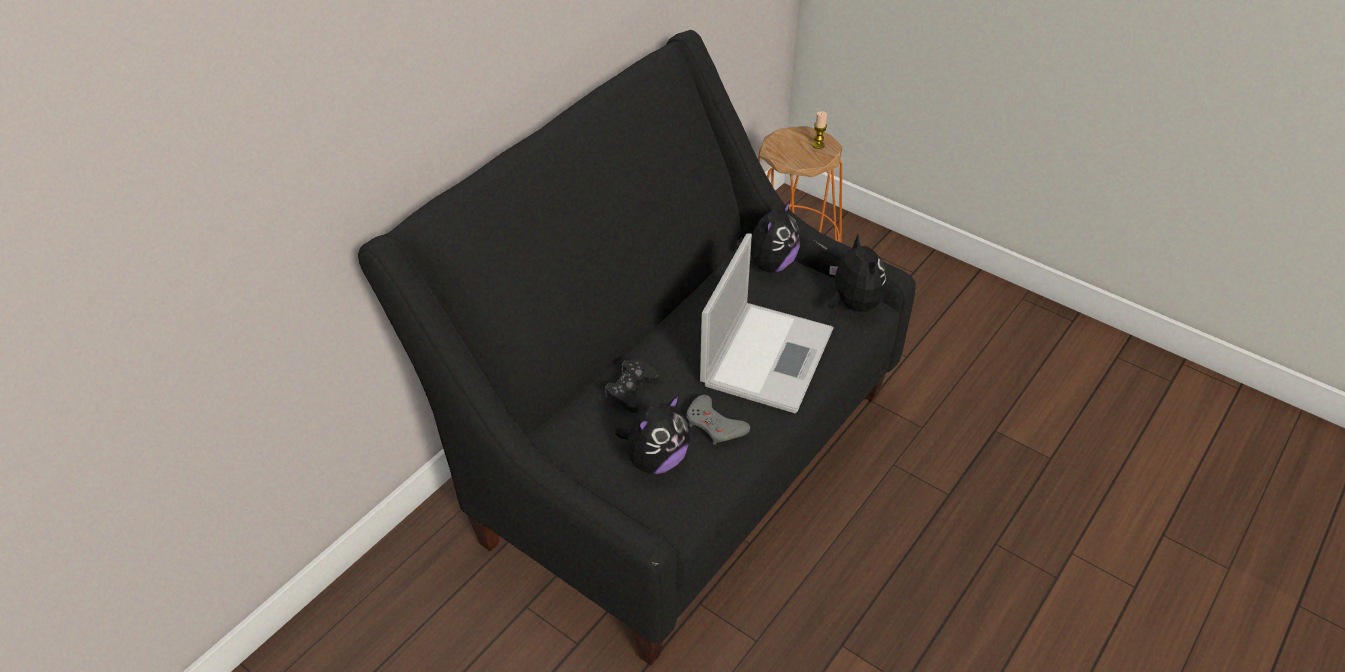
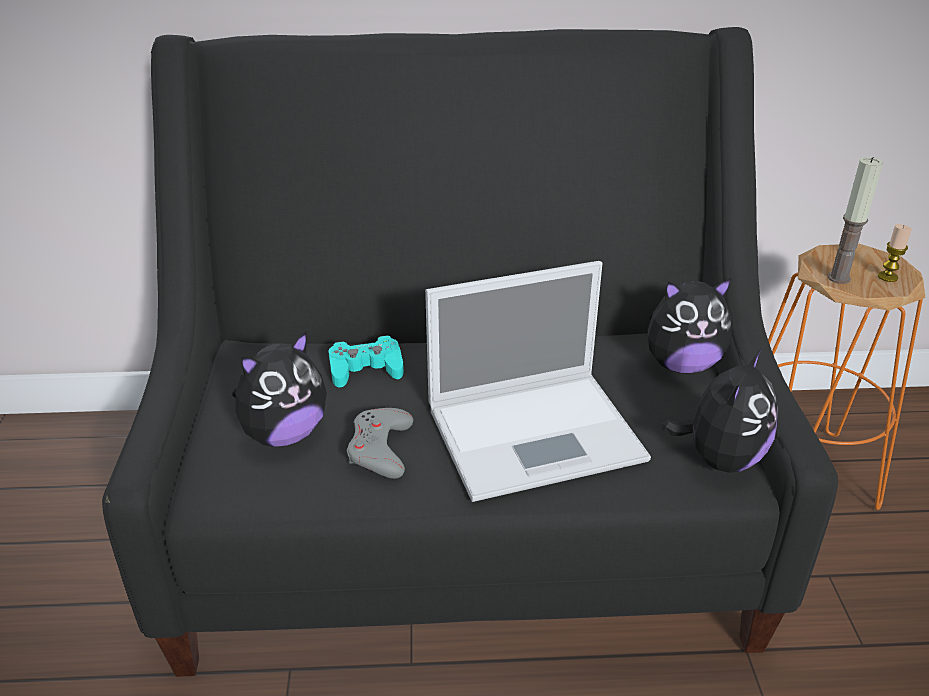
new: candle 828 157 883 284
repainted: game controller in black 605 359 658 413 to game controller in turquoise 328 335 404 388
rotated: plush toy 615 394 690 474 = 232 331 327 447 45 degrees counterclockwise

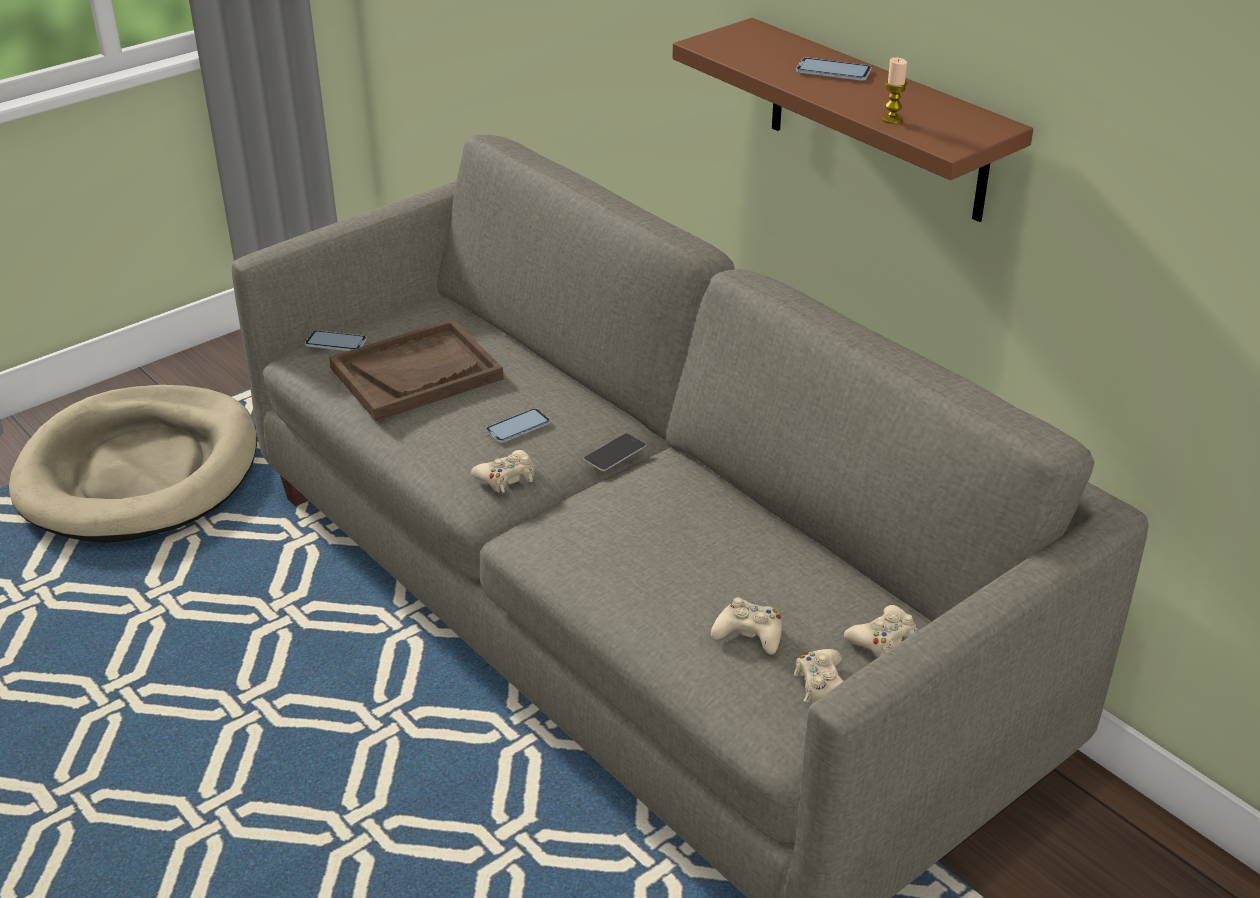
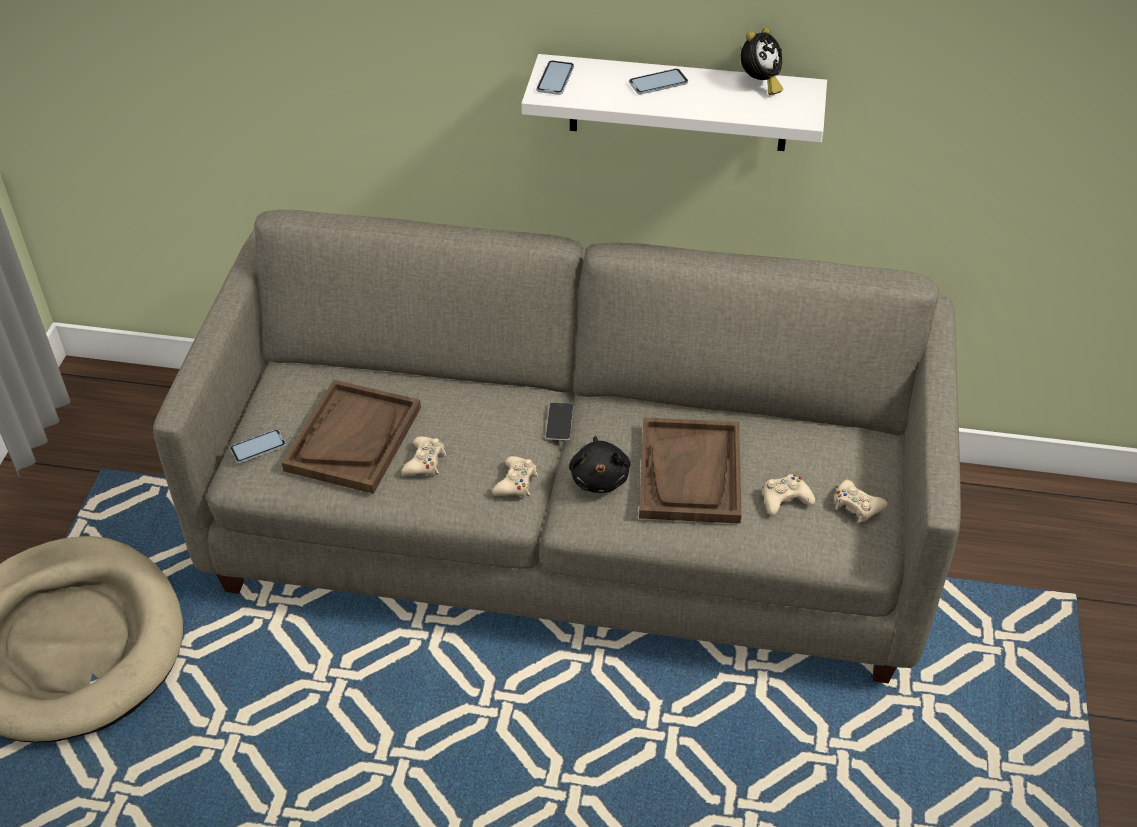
gone: candle 882 57 907 124
new: plush toy in black 569 436 630 493; tray in brown 639 417 741 524; alarm clock 741 28 783 95
shifted: phone 486 408 550 443 to 536 60 574 95; game controller in beige 844 605 917 657 to 402 437 446 476
repainted: shelf in brown 672 18 1033 222 to shelf in white 522 54 827 151

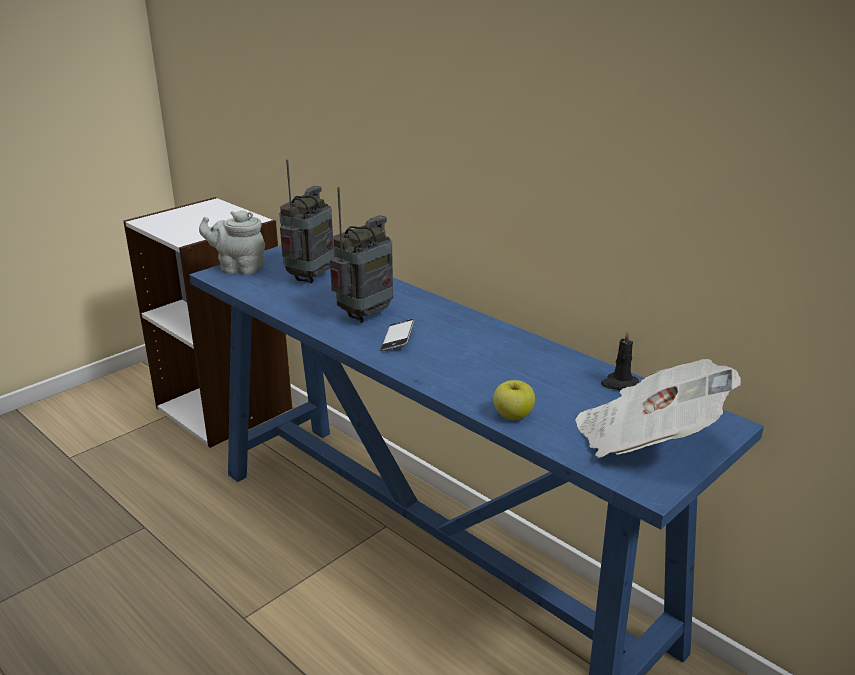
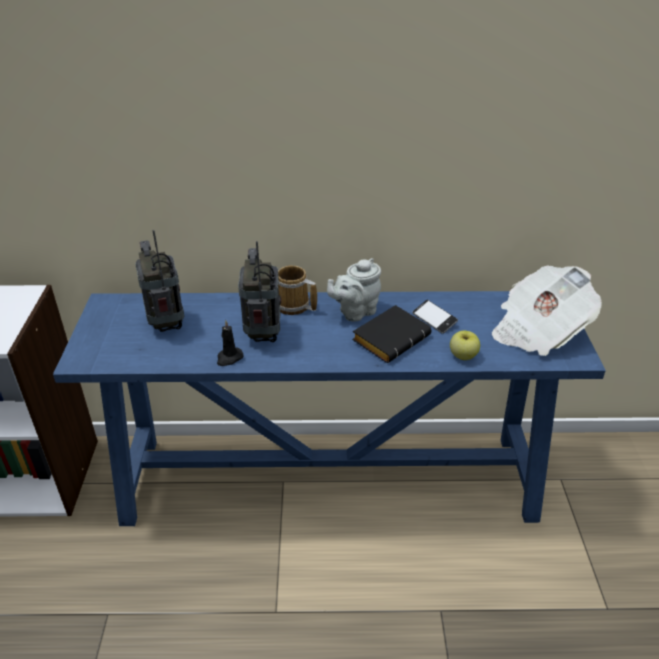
new: mug 278 265 317 315; book in black 352 305 431 363
shifted: teapot in grey 199 210 265 275 to 327 258 381 322; phone 380 319 415 351 to 413 300 458 334; candle in black 601 330 639 390 to 217 320 244 366

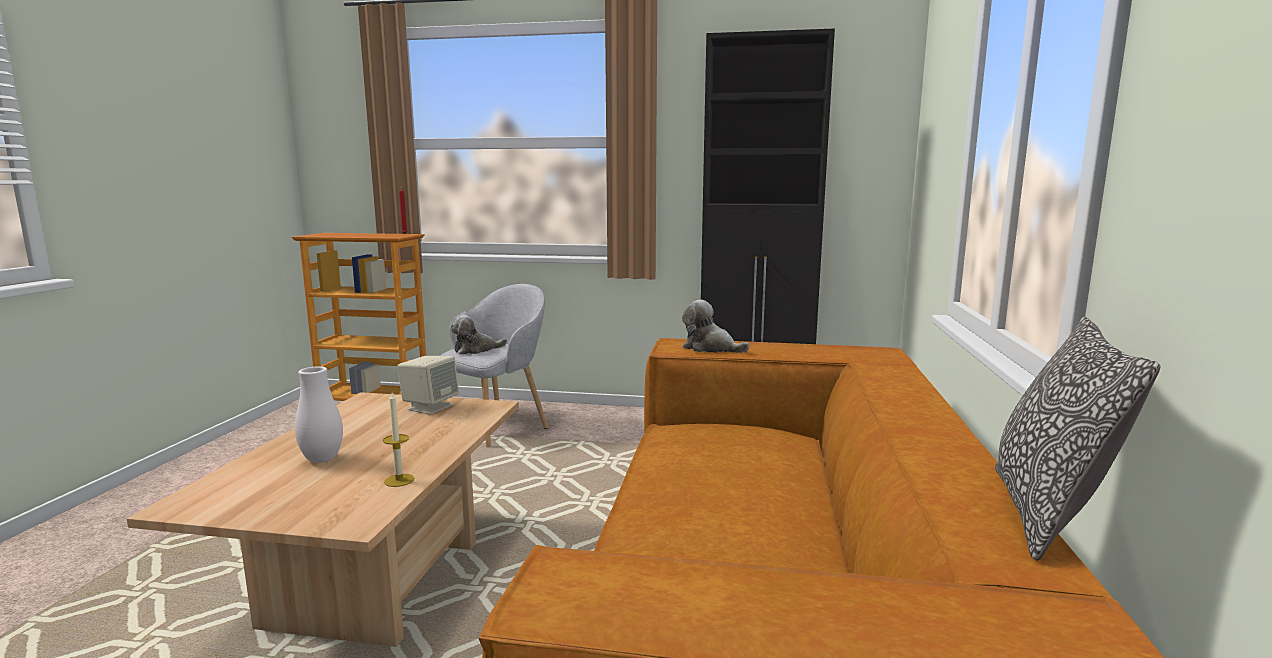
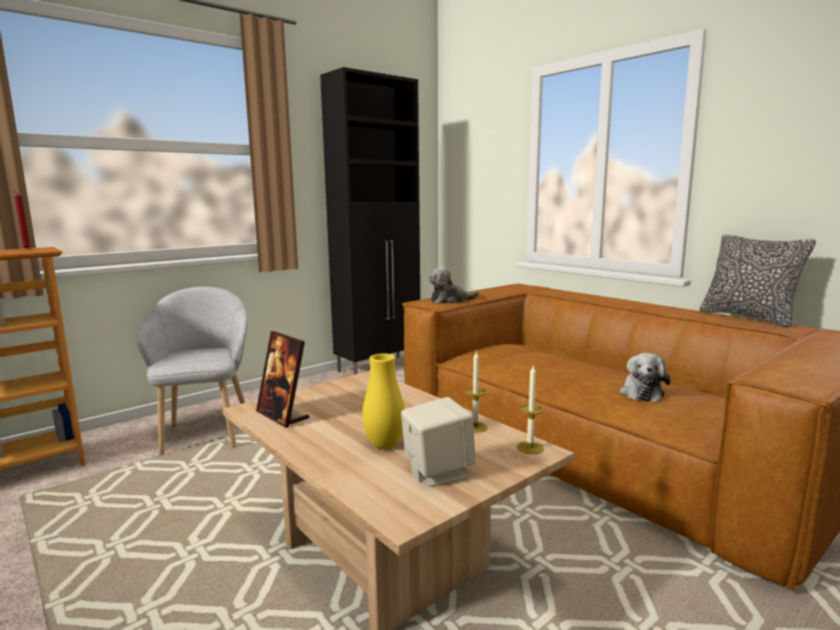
new: picture frame 256 331 309 427; candle 517 364 544 454
shifted: speaker in beige 397 356 459 415 to 401 397 476 487; plush toy 450 315 507 355 to 620 353 670 402
repainted: vase in white 295 366 343 463 to vase in yellow 362 353 405 449

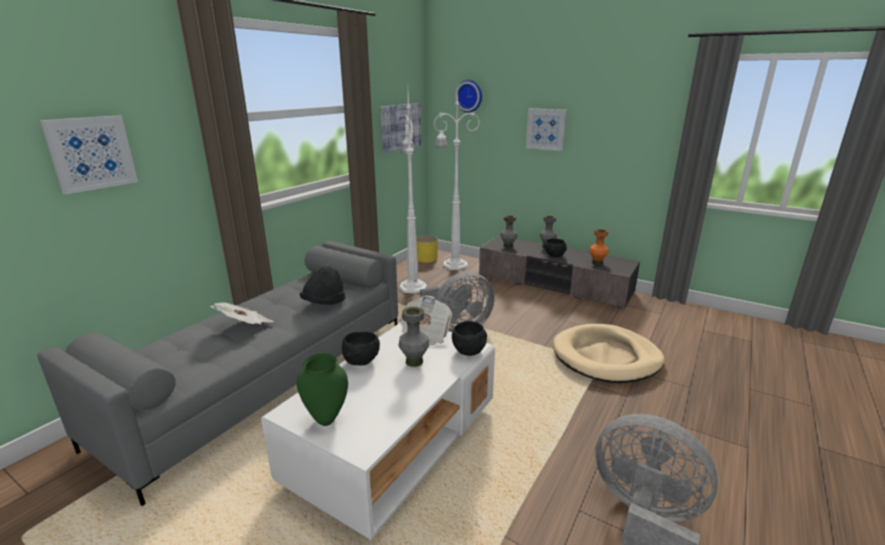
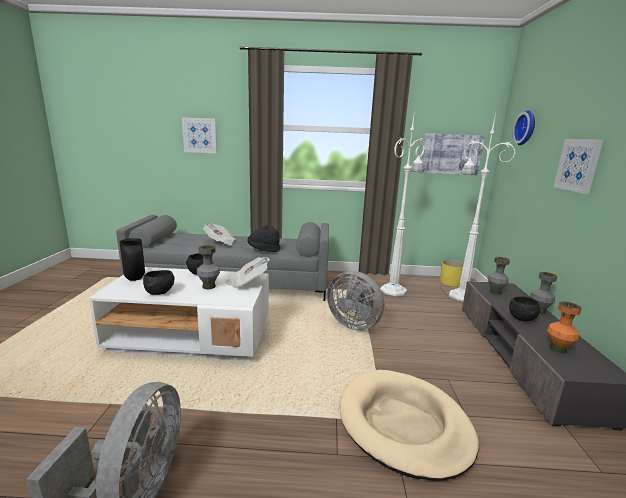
shifted: bowl in black 452 321 487 356 to 143 270 174 295
repainted: vase in green 297 353 348 426 to vase in black 119 238 145 281

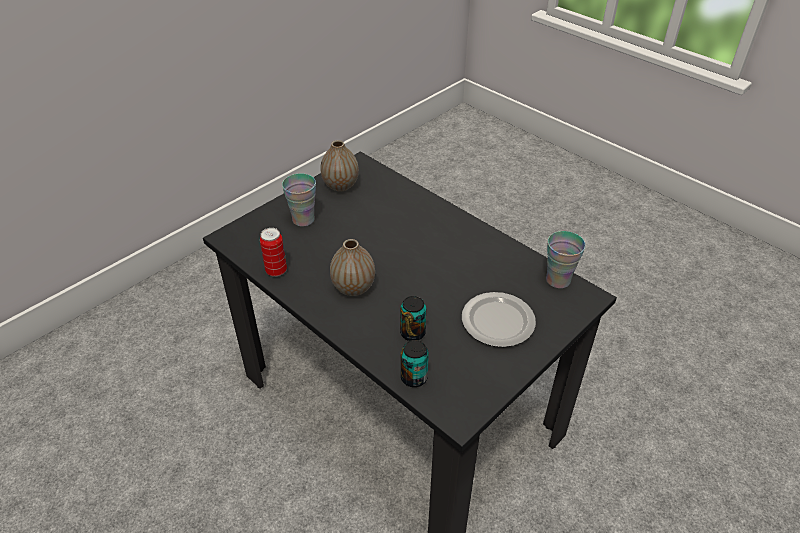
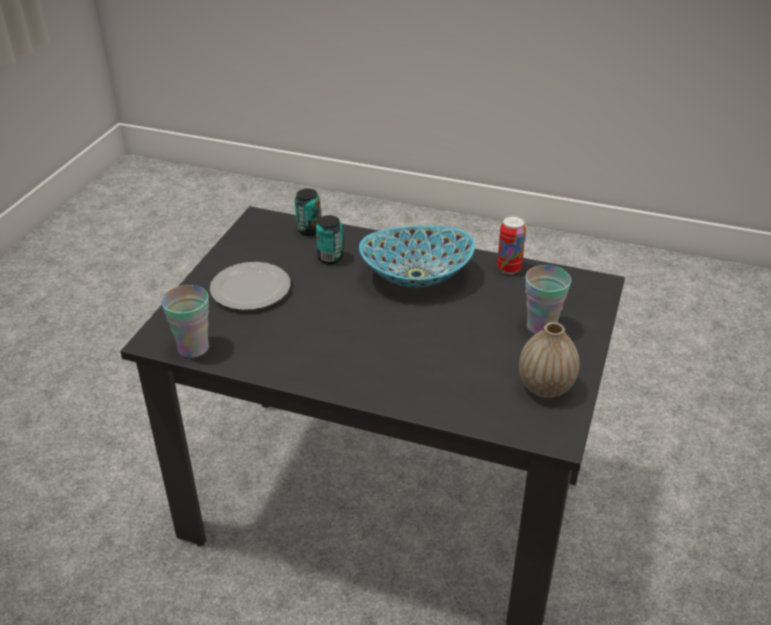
swapped: vase 330 239 375 296 to bowl 359 226 475 287

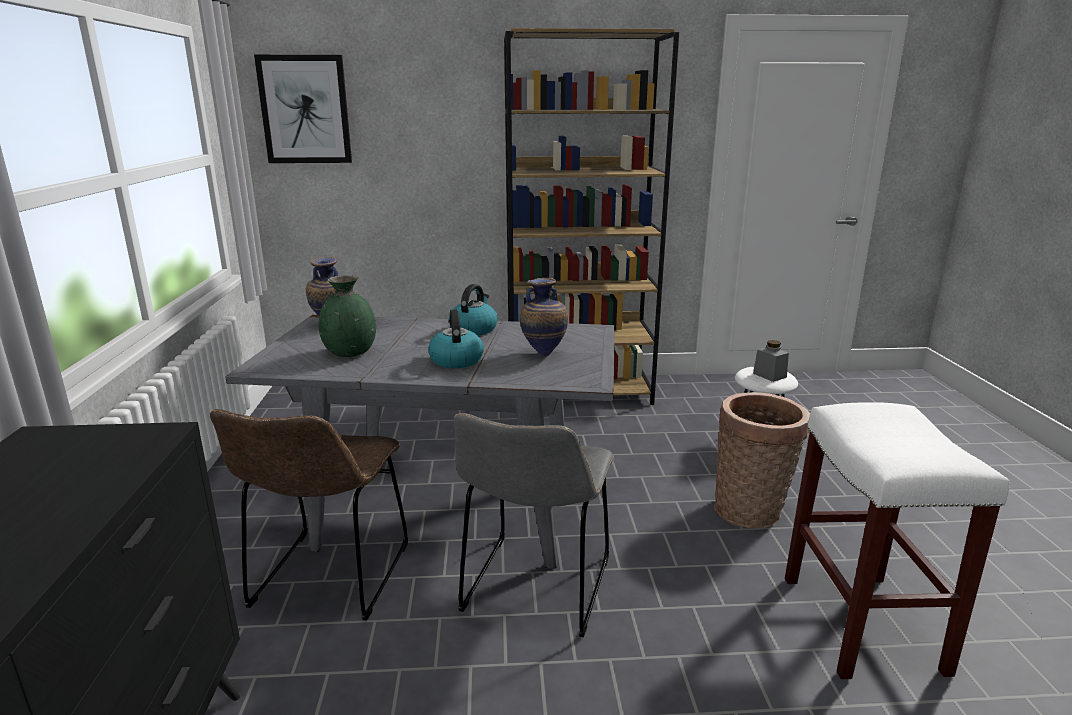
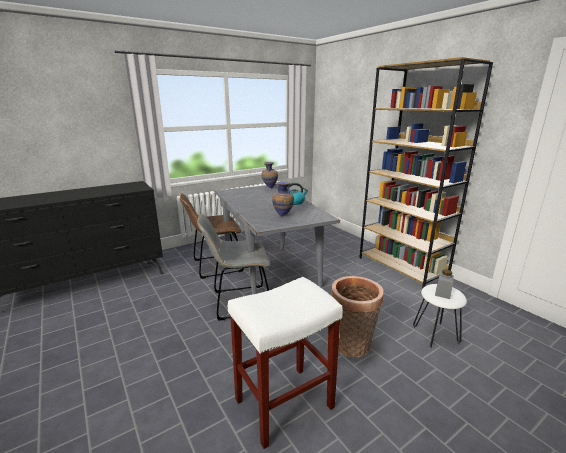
gone: picture 254 55 352 163; vase in green 318 275 376 357; kettle 428 309 484 368

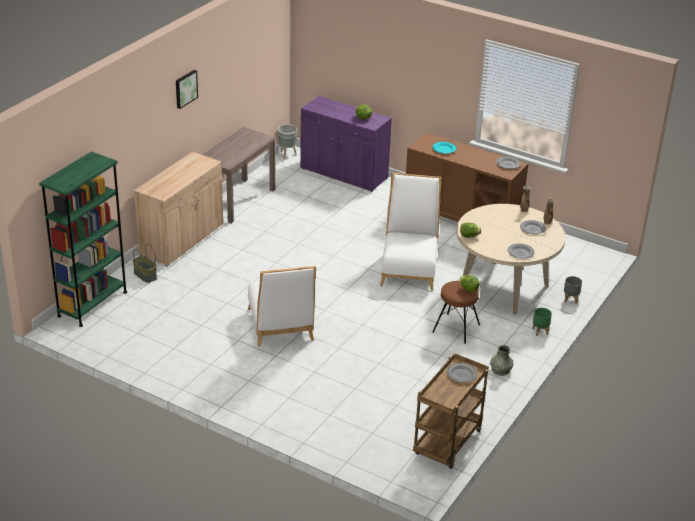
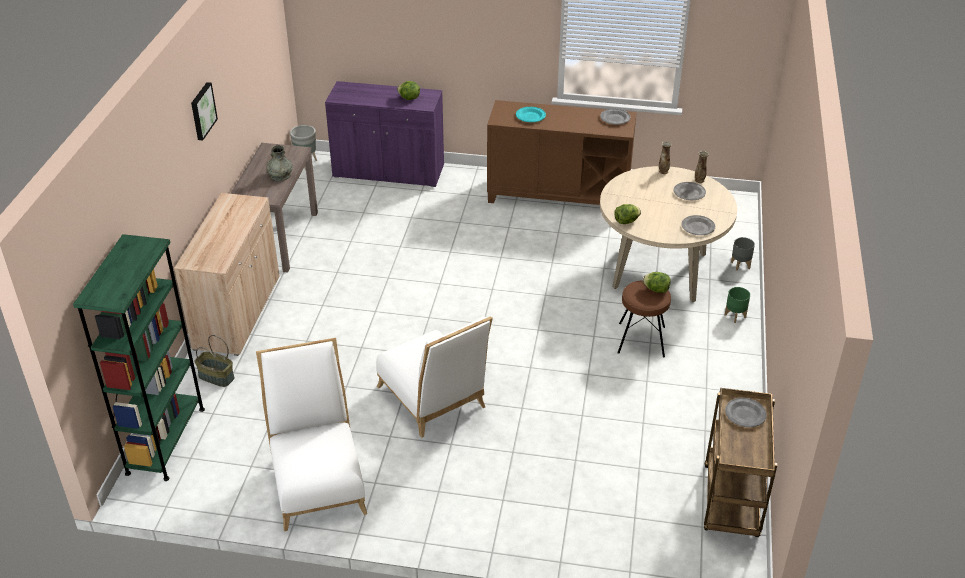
shifted: chair in white 380 173 442 291 to 256 338 367 531; vase in grey 490 345 513 376 to 266 145 293 181

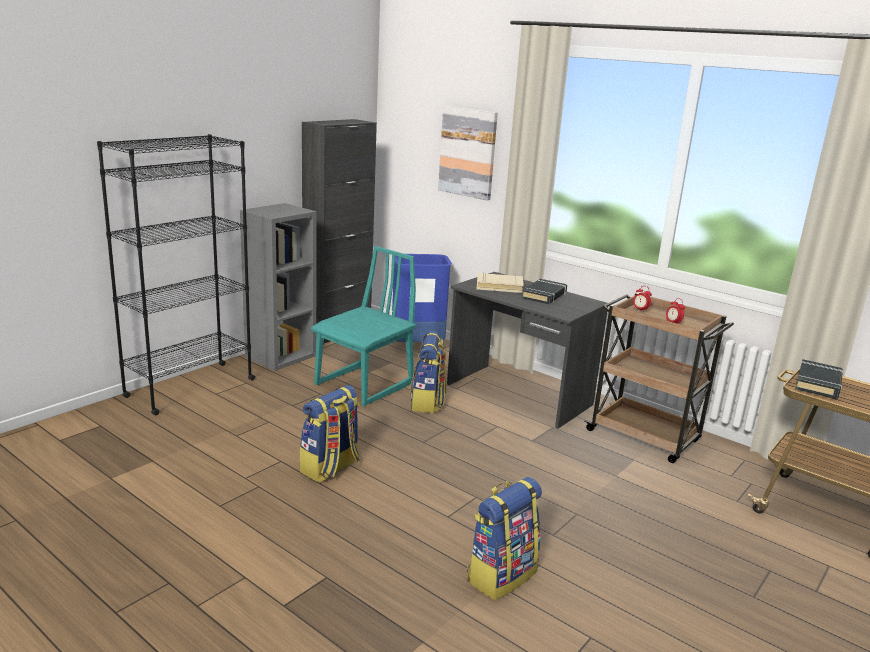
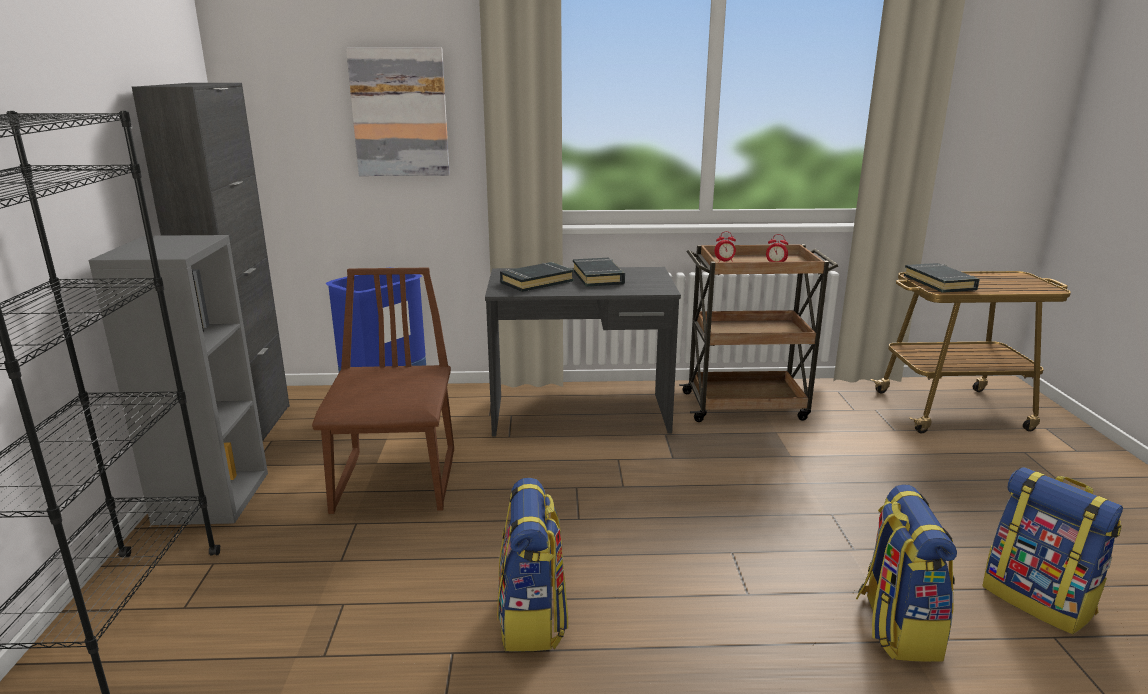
shifted: backpack 410 331 446 413 to 982 467 1123 634
repainted: chair in turquoise 311 246 416 406 to chair in brown 312 267 454 514; book in beige 477 273 524 293 to book in black 500 262 574 292

